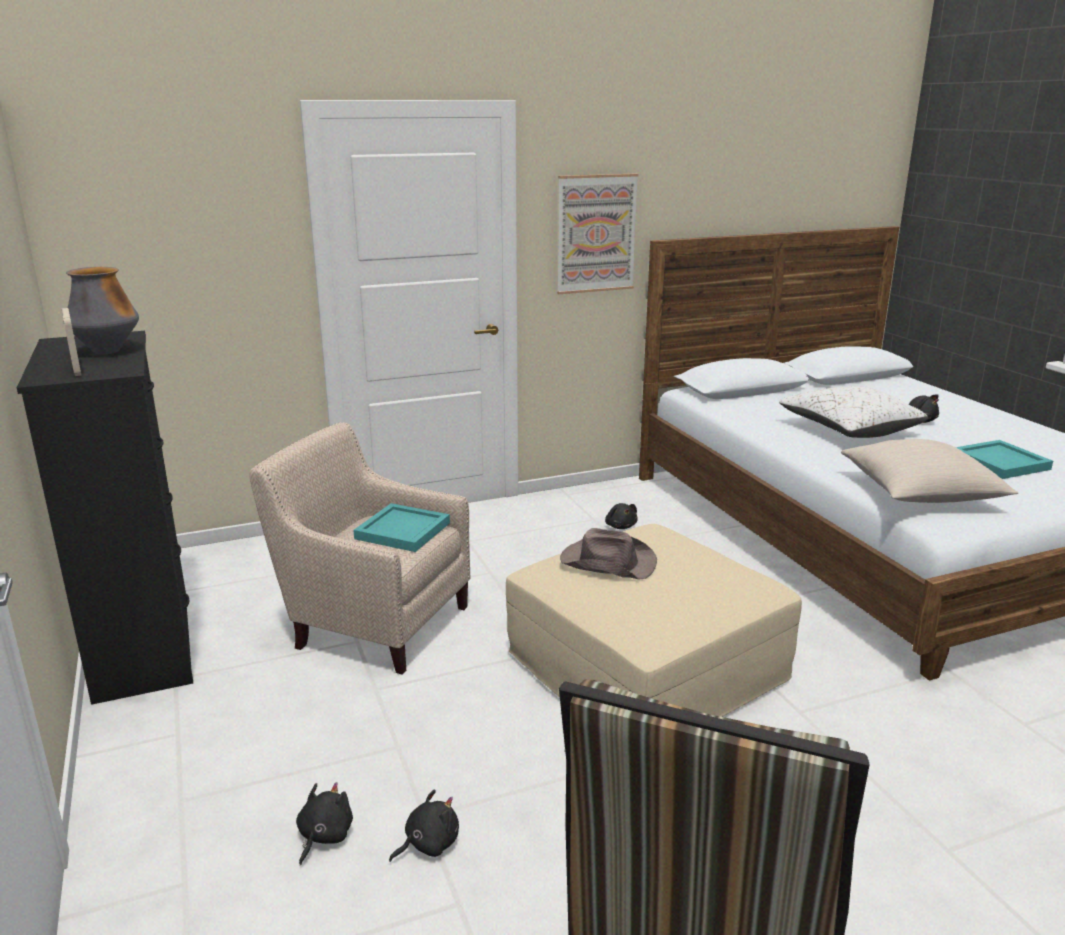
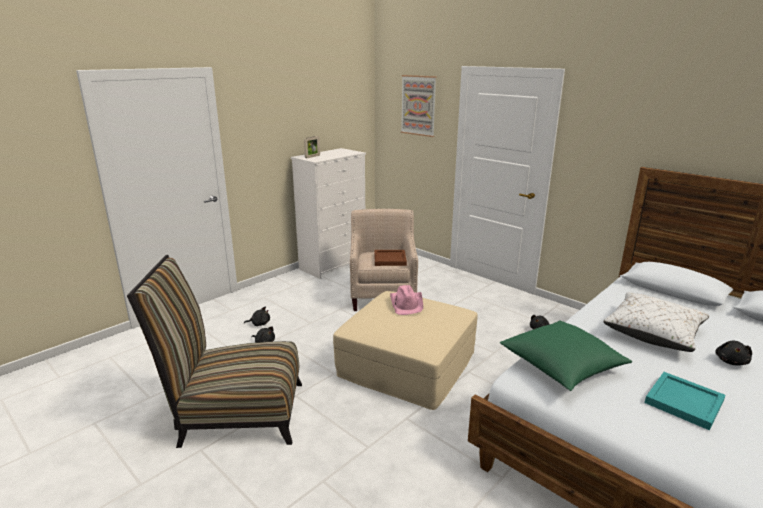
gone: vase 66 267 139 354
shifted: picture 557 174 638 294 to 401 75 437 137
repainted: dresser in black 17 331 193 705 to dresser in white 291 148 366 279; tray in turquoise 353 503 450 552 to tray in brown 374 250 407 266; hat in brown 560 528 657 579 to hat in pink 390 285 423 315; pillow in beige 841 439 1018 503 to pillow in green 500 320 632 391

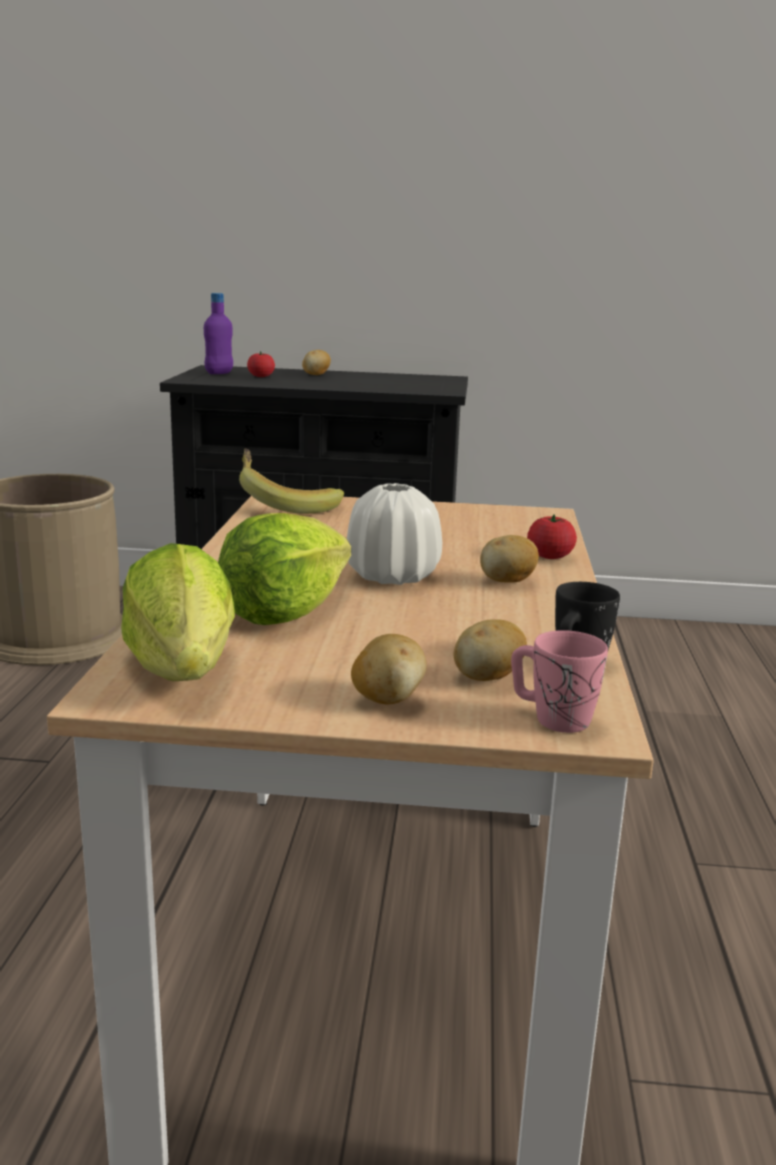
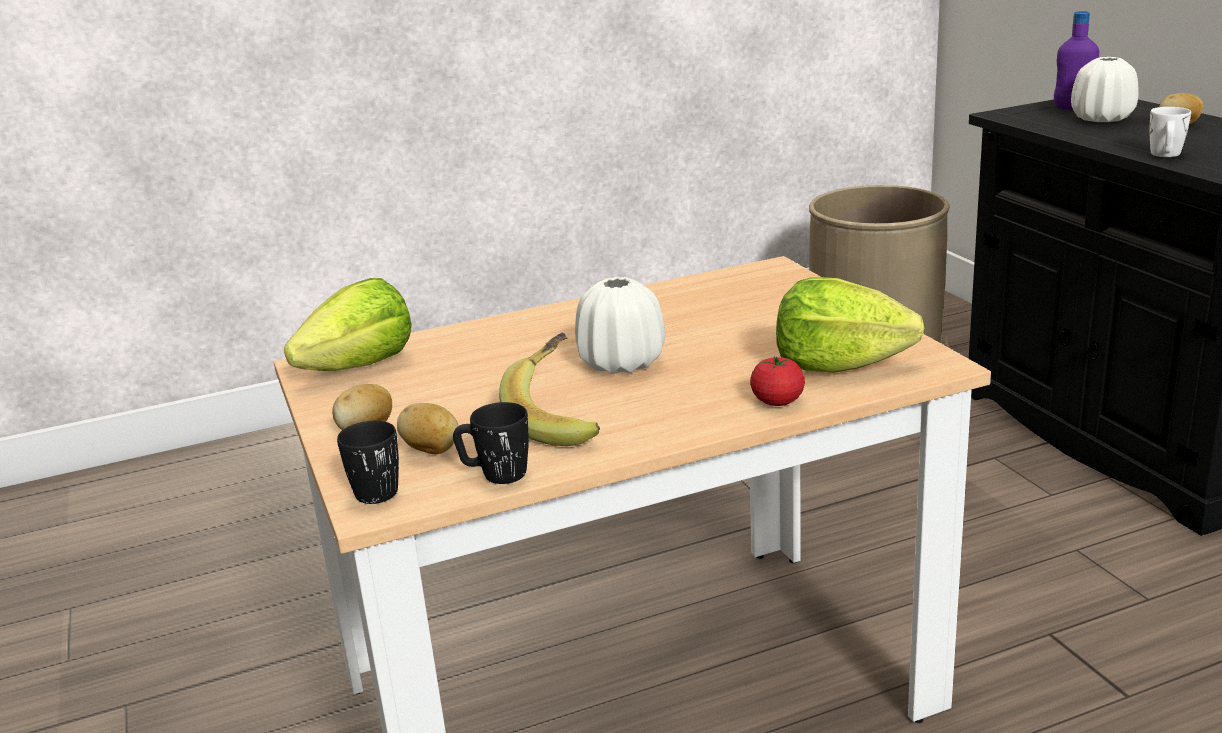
gone: potato 480 535 539 583
new: mug in white 1149 107 1191 157
shifted: lettuce 218 513 351 625 to 776 277 924 373; banana 239 448 344 514 to 499 333 600 446
swapped: tomato 247 351 275 377 to vase in white 1071 57 1139 122
repainted: mug in pink 511 630 608 733 to mug in black 337 421 399 504

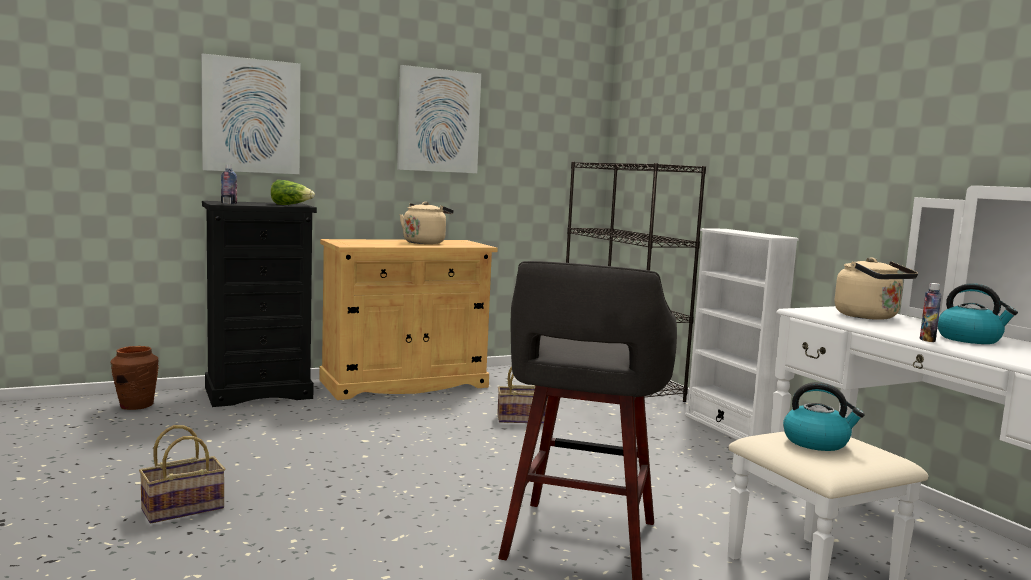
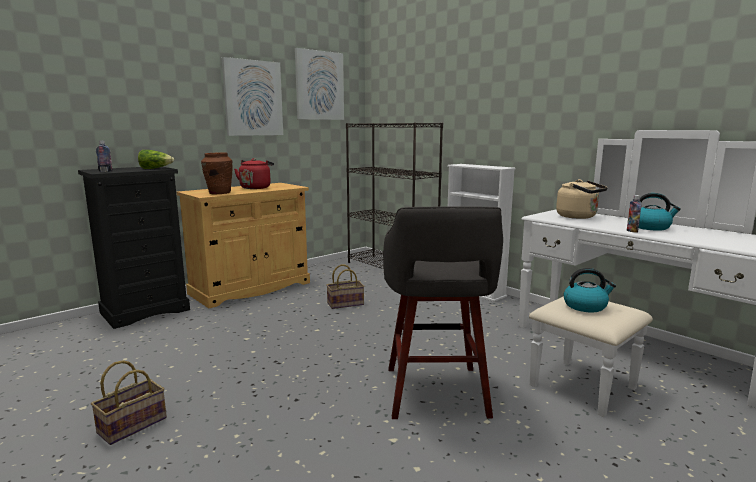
shifted: vase in brown 111 346 159 410 to 201 153 233 195; picture 201 53 301 174 to 295 48 344 120
repainted: kettle in beige 400 202 454 244 to kettle in red 234 158 274 189

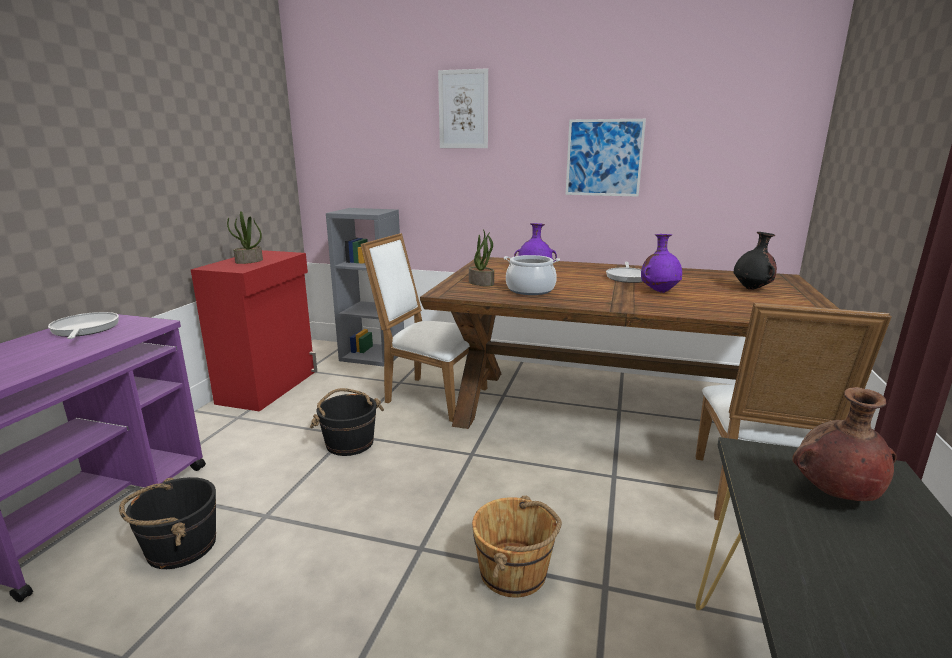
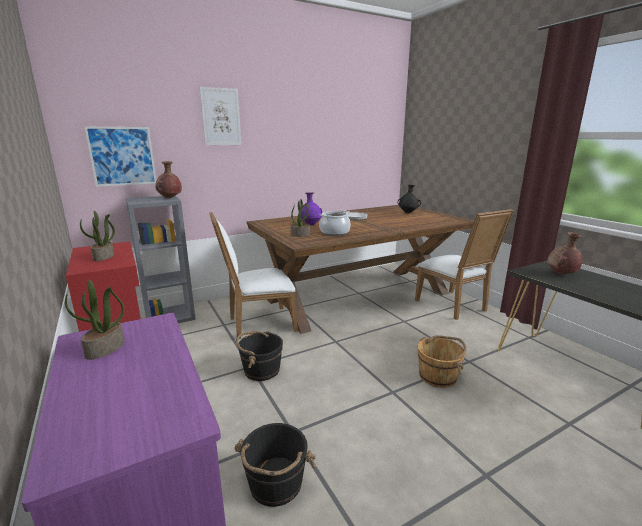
gone: vase in purple 641 234 682 293
new: vase in brown 156 161 182 198
shifted: picture 565 119 646 197 to 85 127 156 187
swapped: frying pan 48 312 119 339 to potted plant 65 280 124 360

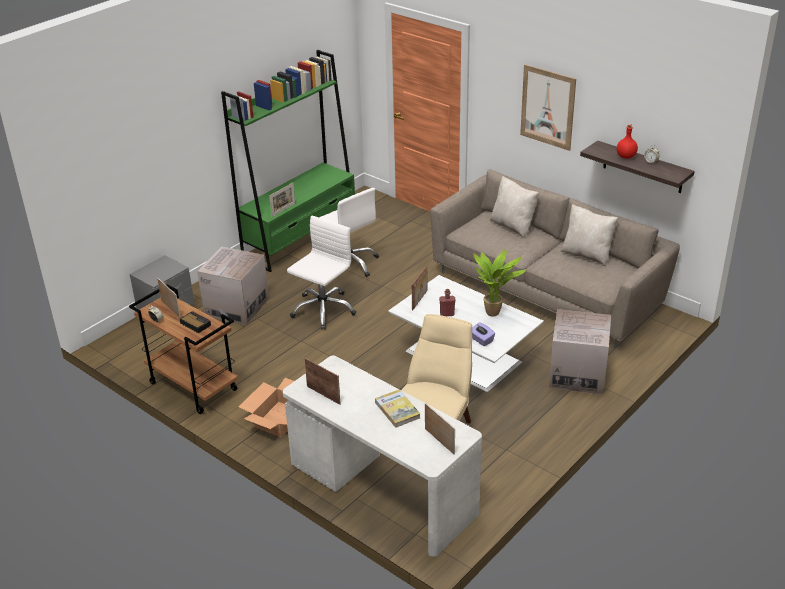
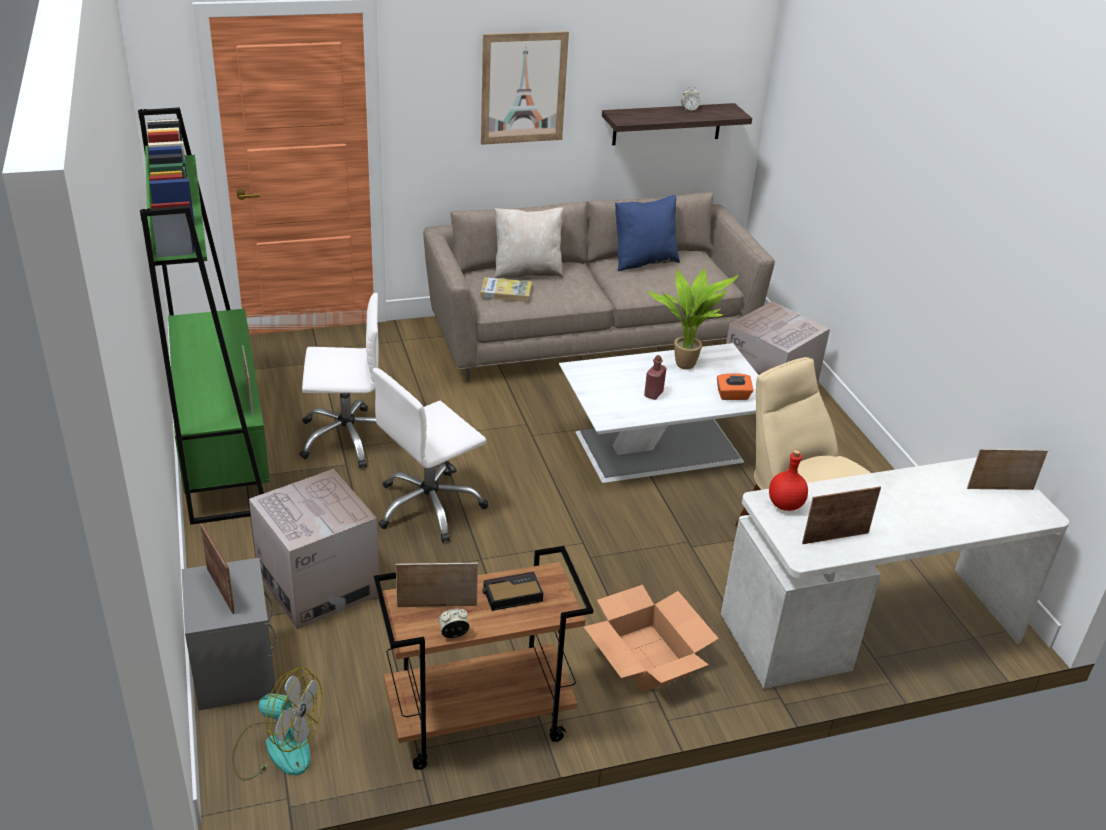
new: fan 232 667 322 780
shifted: book 375 389 420 428 to 481 277 532 302; picture frame 412 266 427 311 to 200 524 234 614; bottle in red 617 124 638 159 to 769 450 808 511
repainted: tissue box in purple 472 322 495 346 to tissue box in orange 717 373 754 400; pillow in beige 561 204 618 266 to pillow in blue 615 195 680 271
rotated: office chair in white 287 216 356 330 = 373 368 488 542 105 degrees counterclockwise

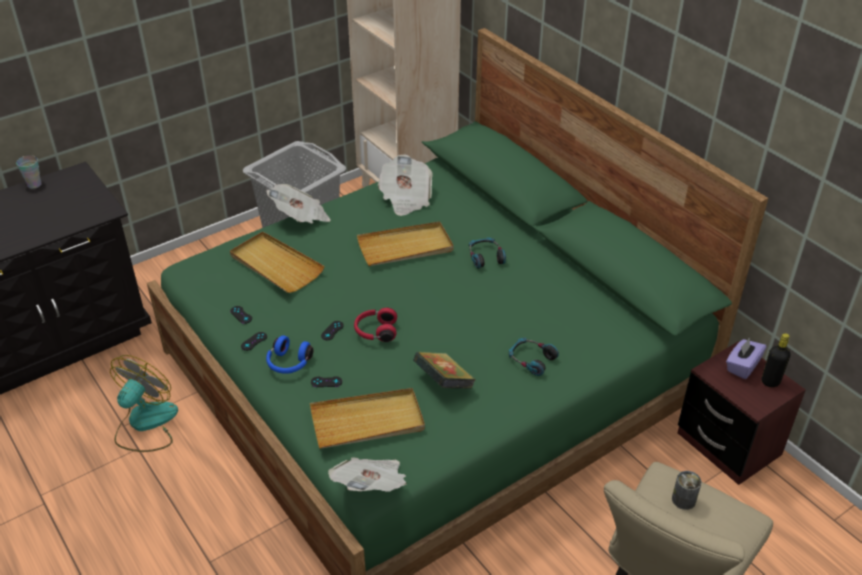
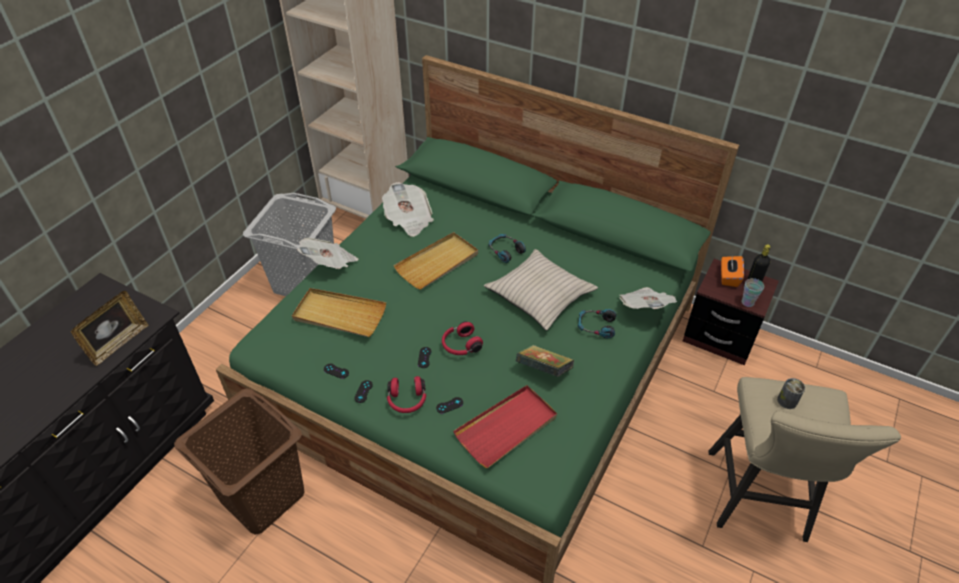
new: picture frame 71 291 149 366; pillow in beige 484 249 598 331
shifted: cup 16 155 42 189 to 741 278 764 307; newspaper 328 457 407 492 to 619 287 677 309
swapped: fan 110 355 178 452 to laundry basket in brown 174 388 304 534
repainted: headphones in blue 266 335 313 374 to headphones in red 387 376 426 413; tray in beige 310 388 425 449 to tray in red 453 385 557 468; tissue box in purple 726 338 767 379 to tissue box in orange 721 256 744 287

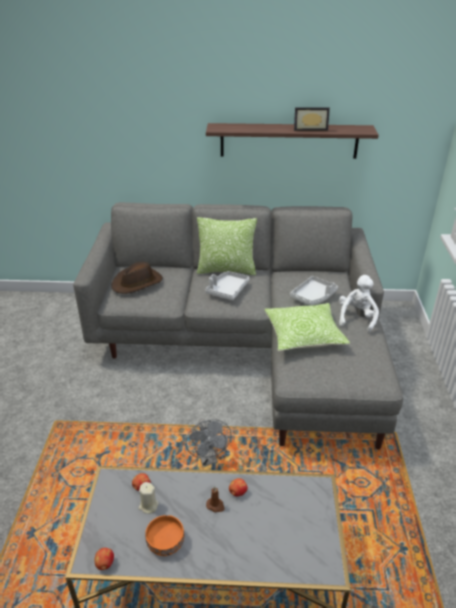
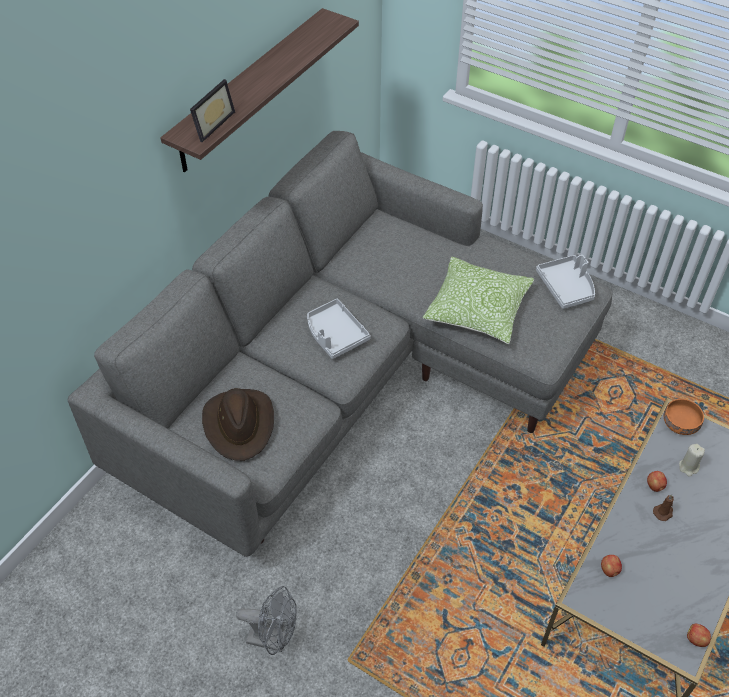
gone: pillow 197 217 257 275; plush toy in white 339 275 379 333
shifted: candle in beige 138 482 159 514 to 679 444 705 477; bowl in orange 145 515 184 556 to 664 399 704 435; fan in grey 186 419 231 466 to 236 586 297 655; tray in grey 290 276 338 305 to 536 255 595 309; picture frame 294 107 330 131 to 190 79 235 142

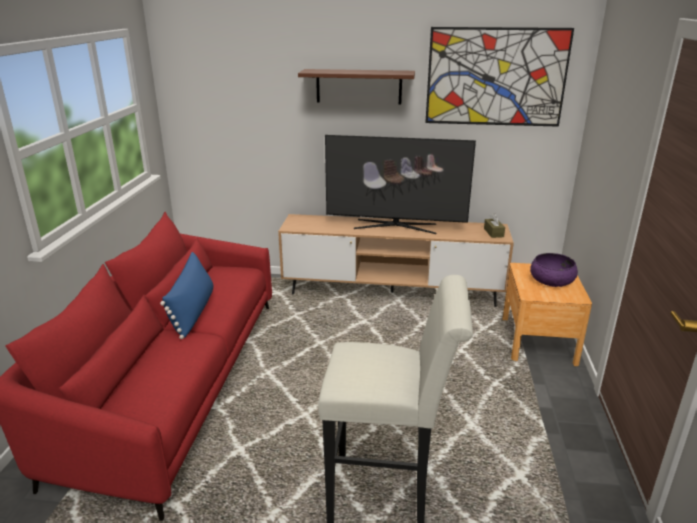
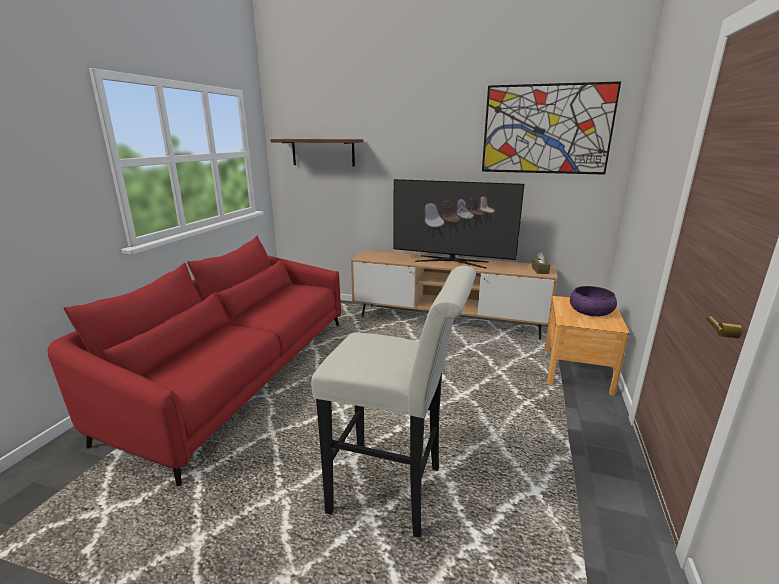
gone: pillow in blue 160 252 213 339
shifted: shelf in brown 298 69 415 104 to 270 139 363 167

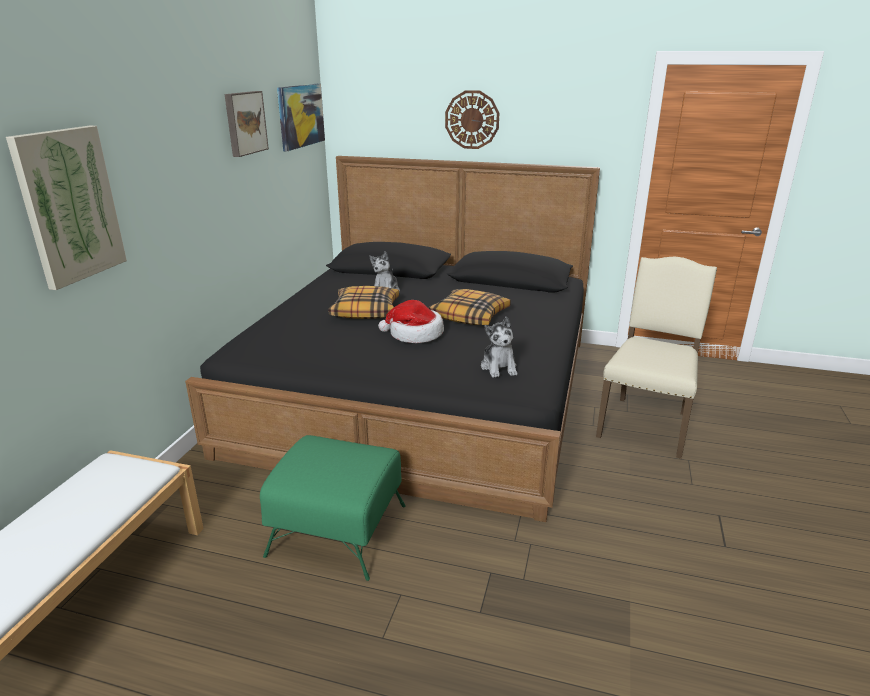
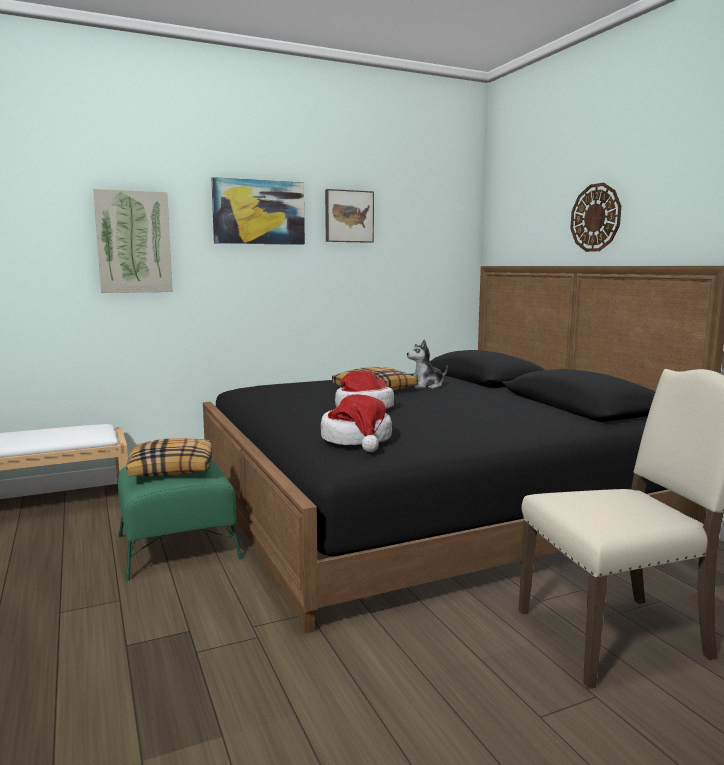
shifted: picture 277 84 325 151 to 211 177 305 245; pillow 429 289 511 325 to 126 438 212 476
swapped: plush toy 481 317 518 378 to hat 321 394 392 452

